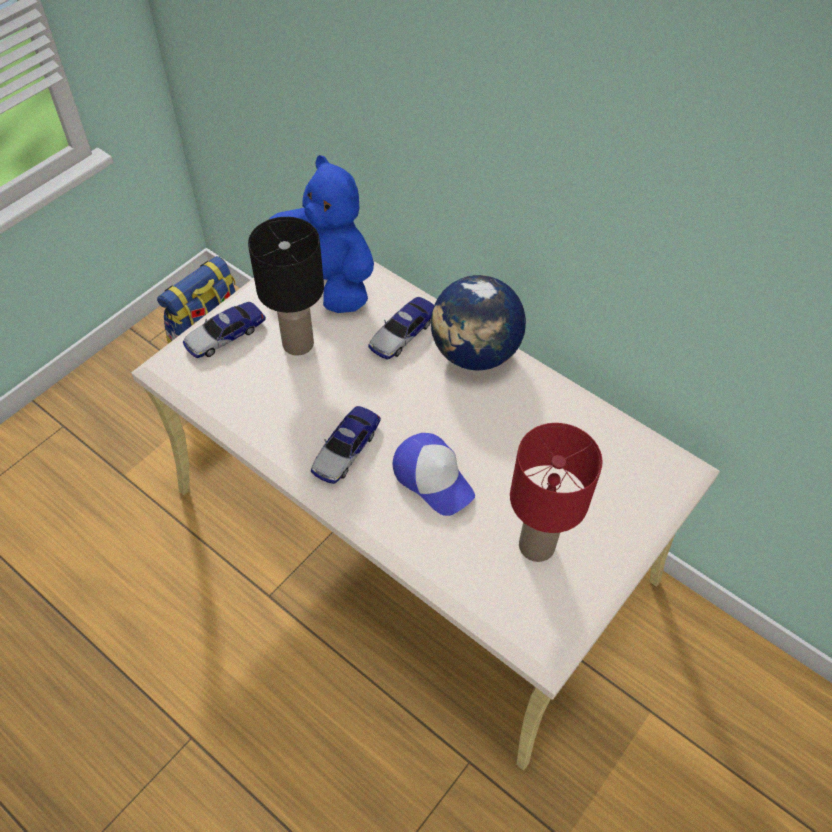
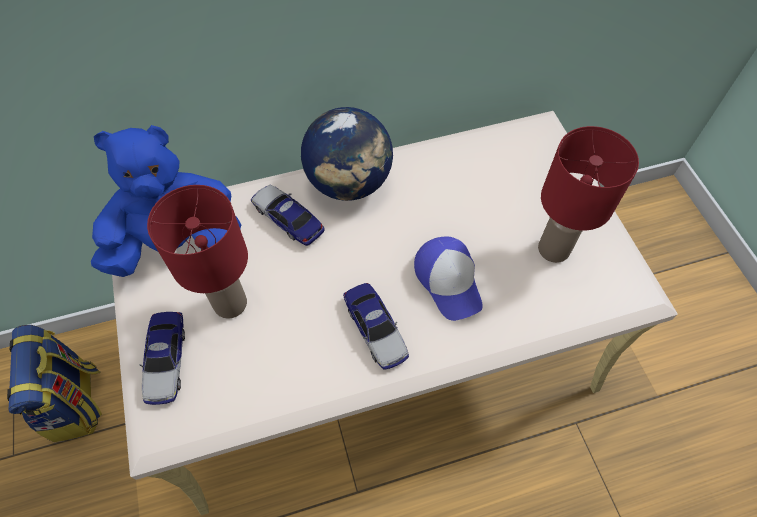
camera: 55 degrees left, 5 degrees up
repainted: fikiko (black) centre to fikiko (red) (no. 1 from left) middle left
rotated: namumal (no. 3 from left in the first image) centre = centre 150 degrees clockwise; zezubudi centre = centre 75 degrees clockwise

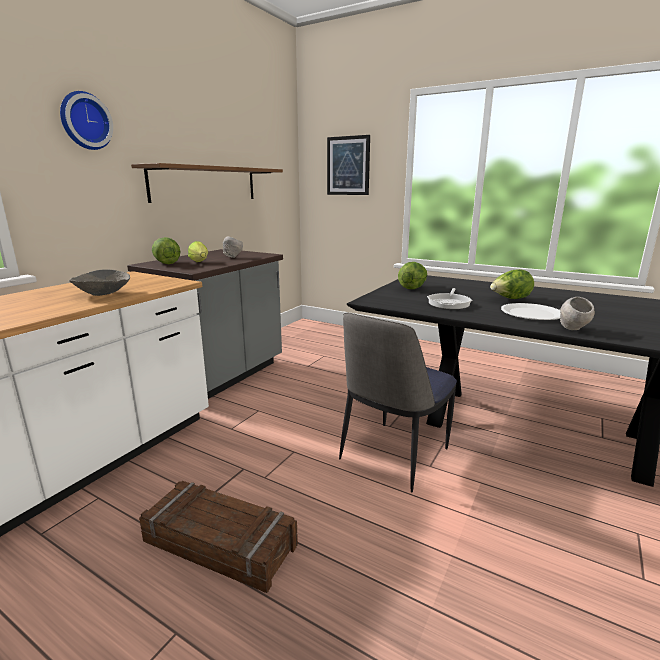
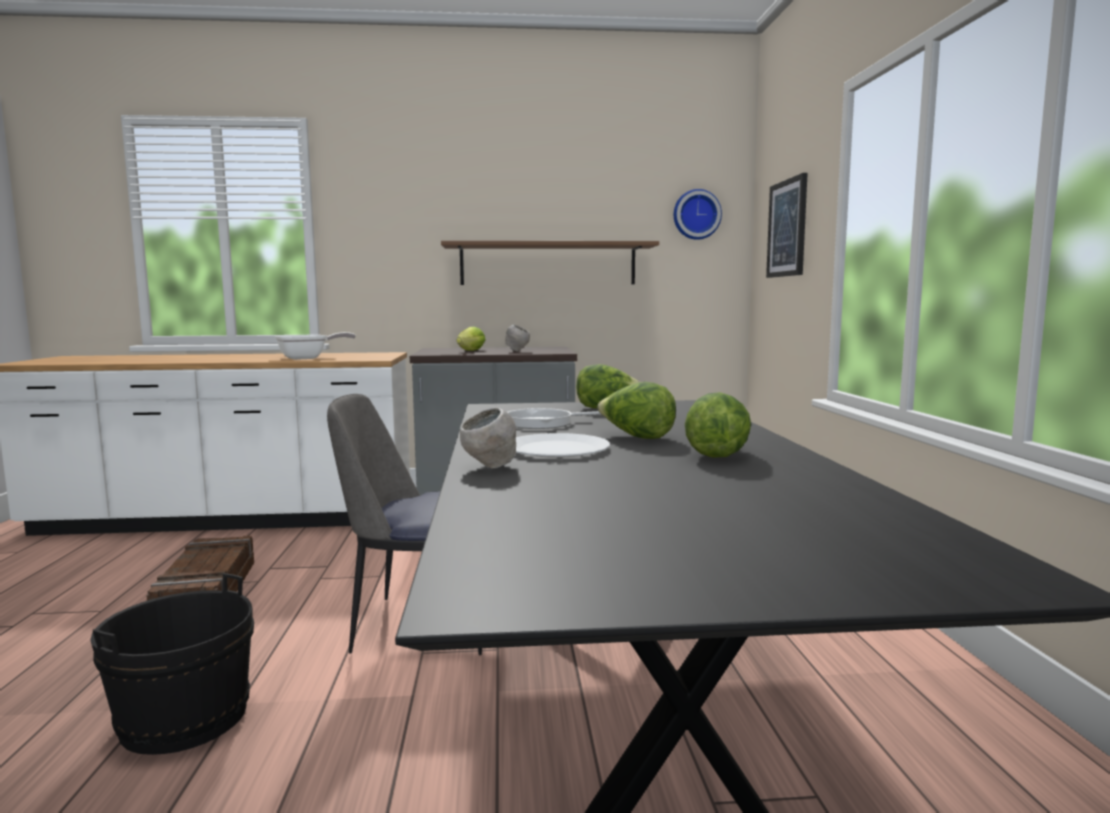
camera: 55 degrees right, 10 degrees down
new: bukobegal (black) bottom left
shifted: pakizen top left to top centre; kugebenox (no. 1 from left in the first image) middle left to kugebenox (no. 4 from left) centre
swapped: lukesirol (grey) (no. 1 from left) middle left to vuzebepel (no. 1 from left) middle left

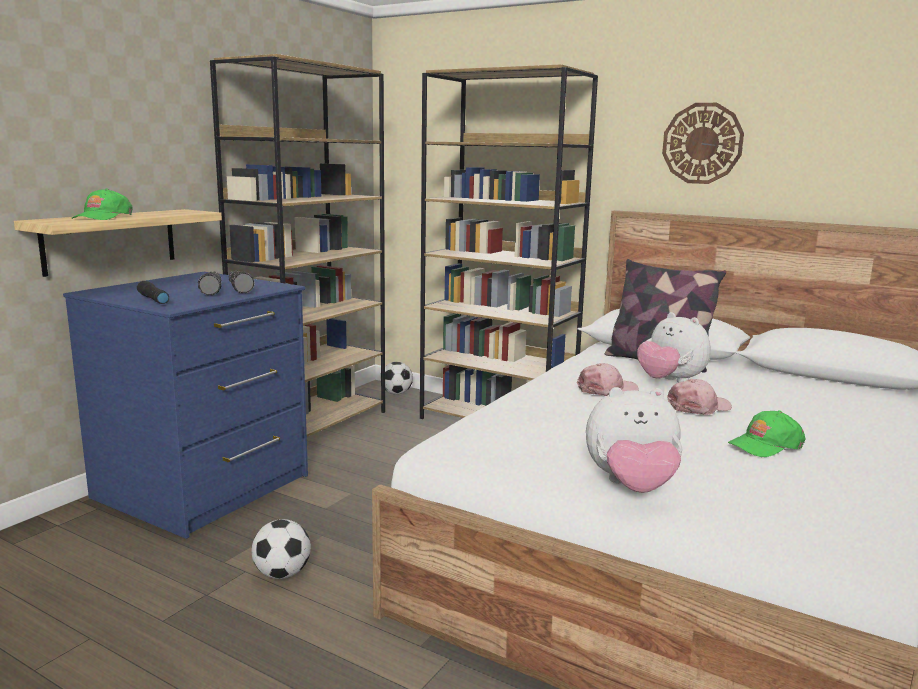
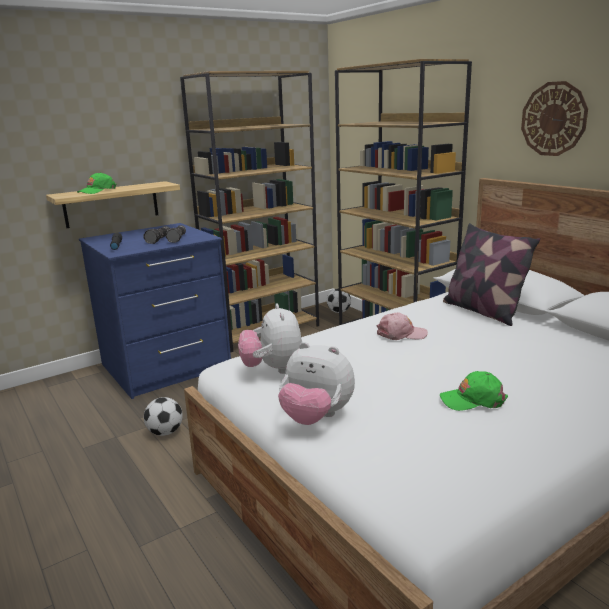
camera: 25 degrees right, 5 degrees up
gone: zezubudi (pink) (no. 2 from left) middle right
shifted: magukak (no. 2 from left in the first image) middle right to magukak (no. 1 from left) centre

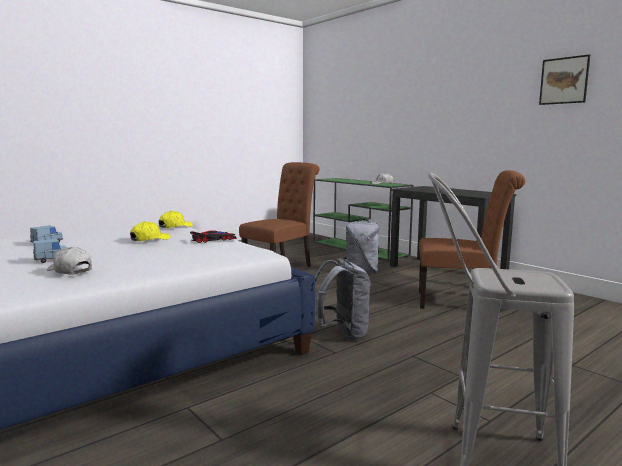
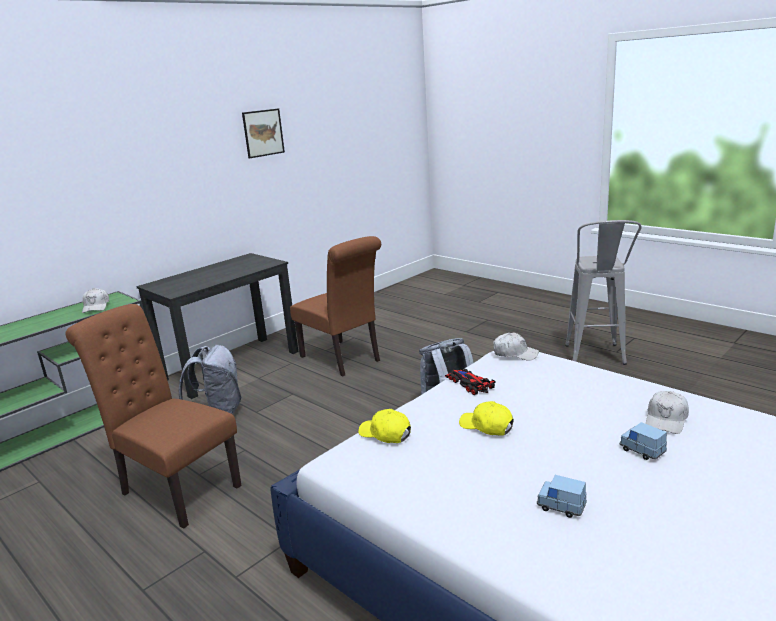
camera: 95 degrees left, 10 degrees up
new: zezubudi (white) (no. 2 from left) centre
rotated: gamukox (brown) (no. 2 from left) middle right = centre 135 degrees clockwise

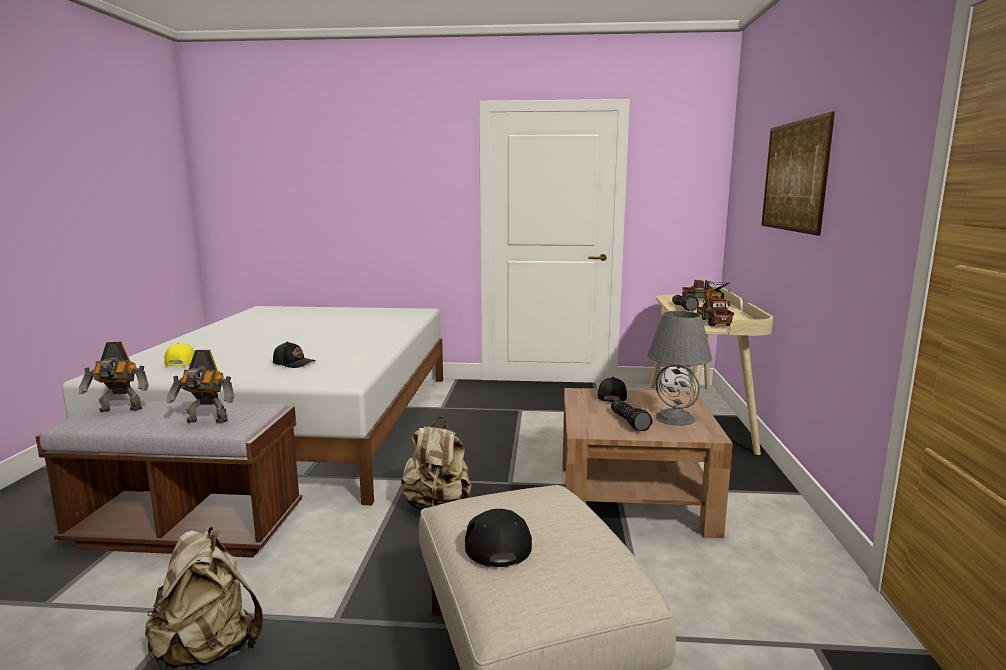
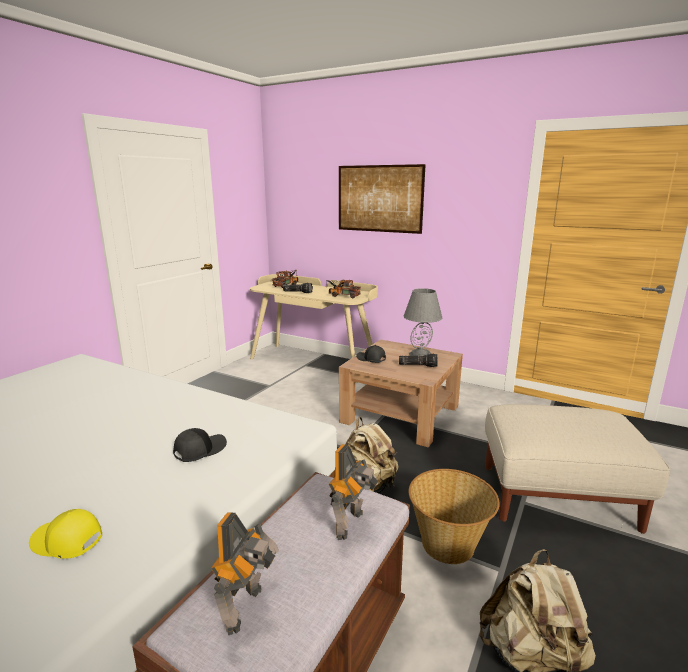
camera: 65 degrees left, 5 degrees up
gone: zezubudi (black) (no. 2 from left) bottom centre
new: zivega bottom centre

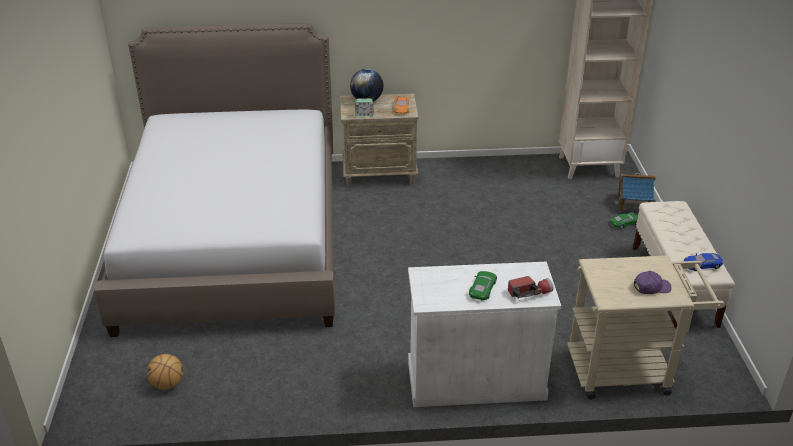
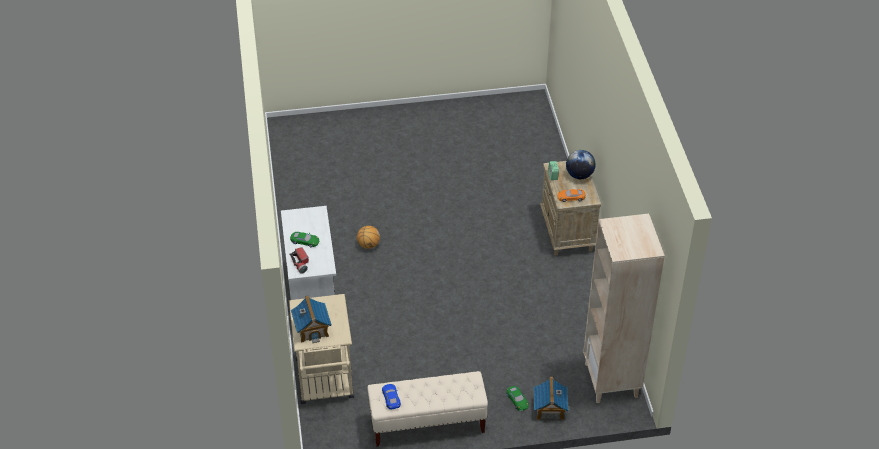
camera: 85 degrees right, 10 degrees up
gone: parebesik middle left
shifted: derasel bottom left to centre
swapped: zezubudi (purple) middle right to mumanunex (no. 1 from left) bottom centre

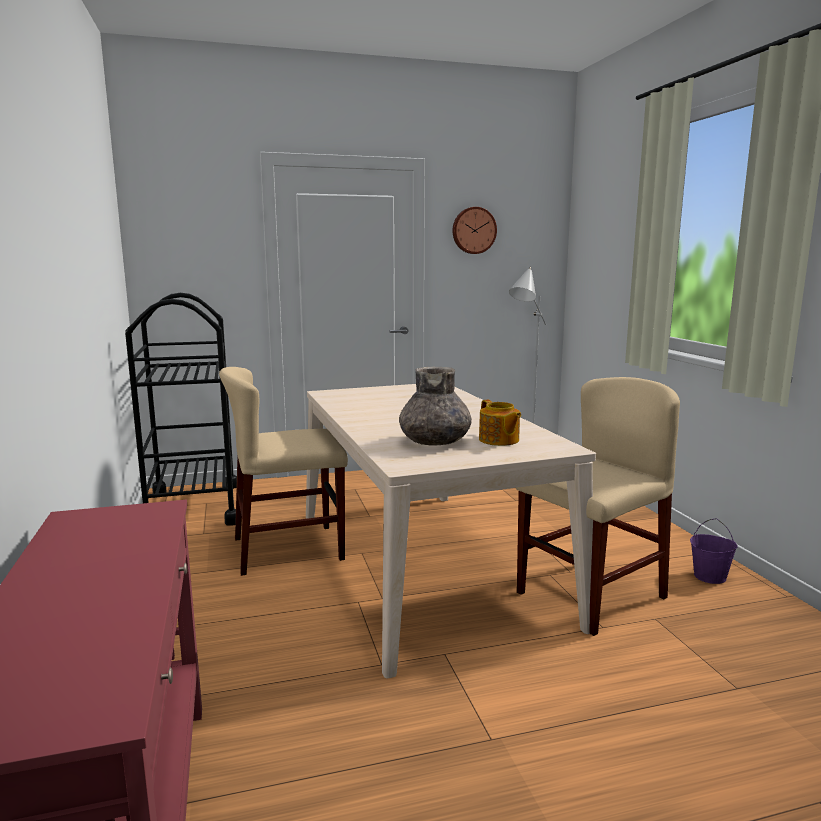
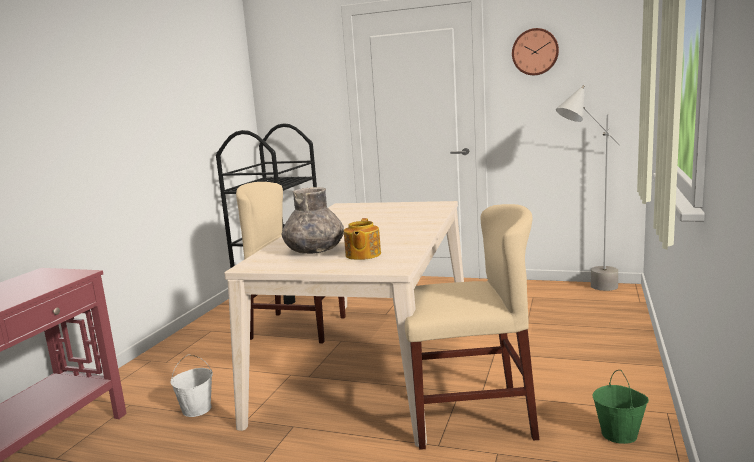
camera: 35 degrees right, 0 degrees up
new: bukobegal (white) bottom left
repainted: bukobegal (purple) bottom right to bukobegal (green) bottom right

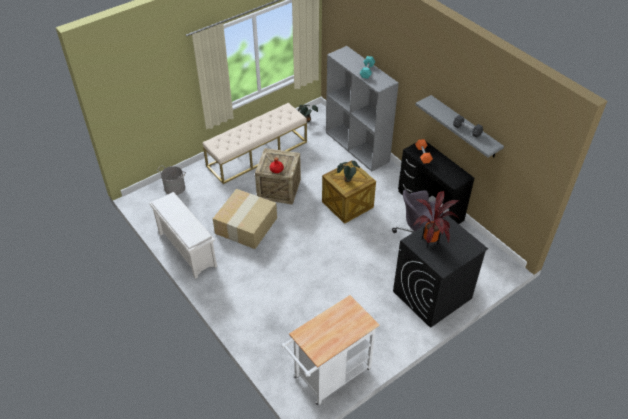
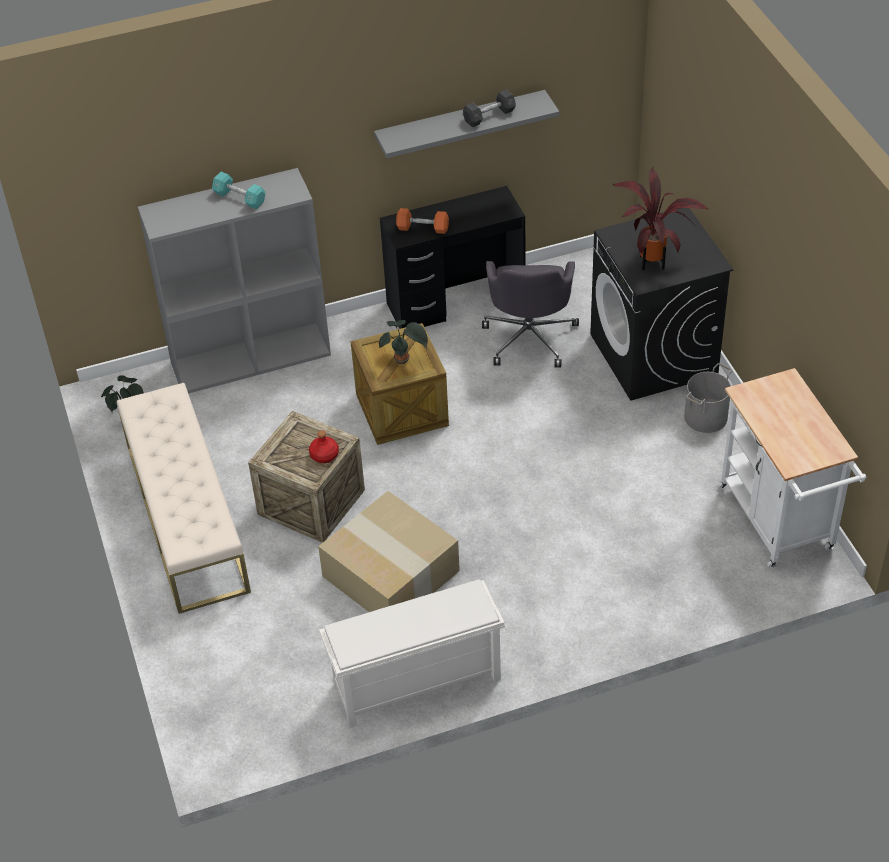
camera: 70 degrees left, 0 degrees up
shifted: bukobegal (grey) middle left to middle right

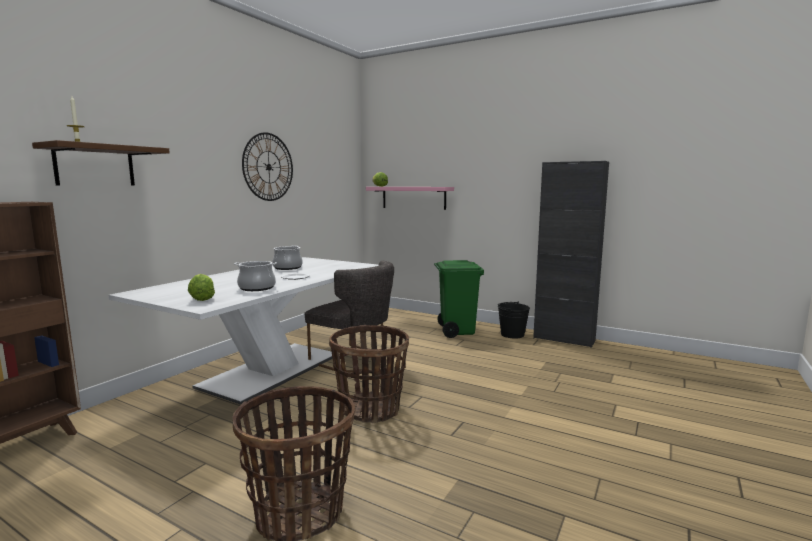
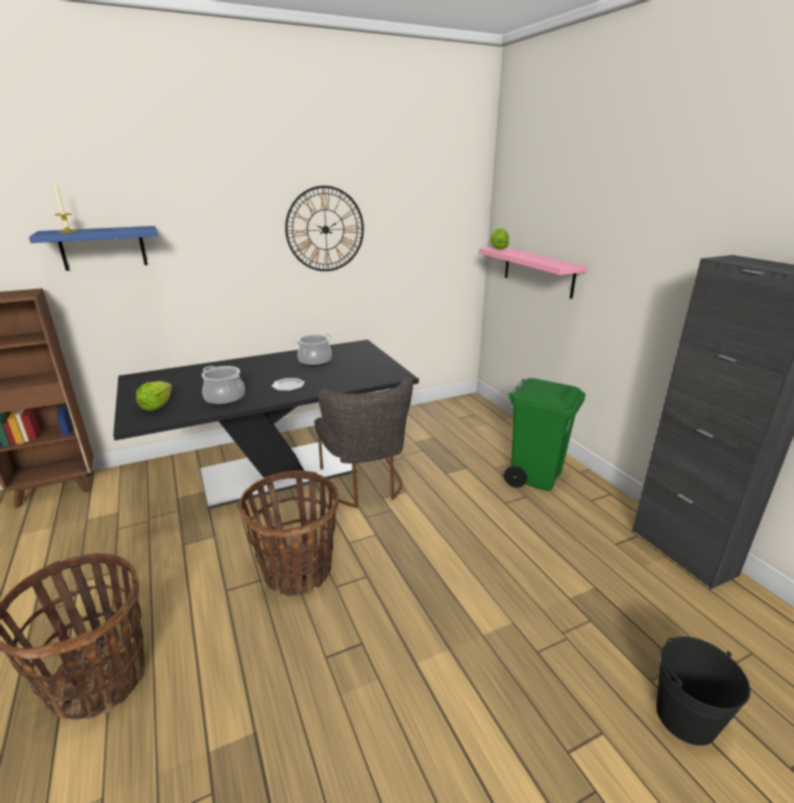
camera: 35 degrees right, 15 degrees up
shifted: bukobegal (black) centre to bottom right
repainted: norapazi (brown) top left to norapazi (blue) top left; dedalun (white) middle left to dedalun (black) centre

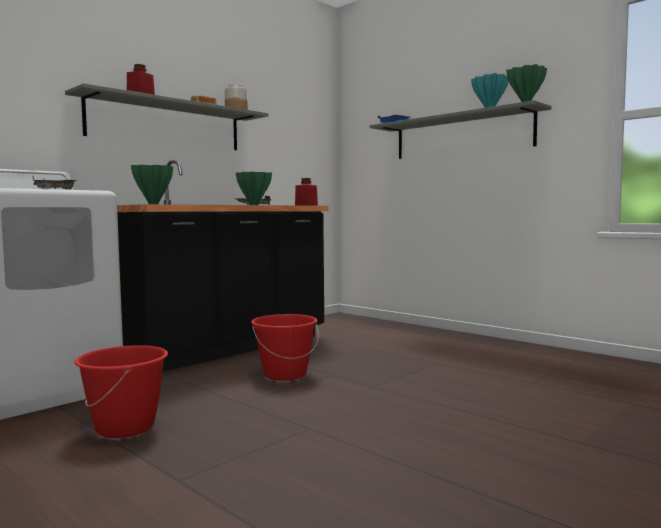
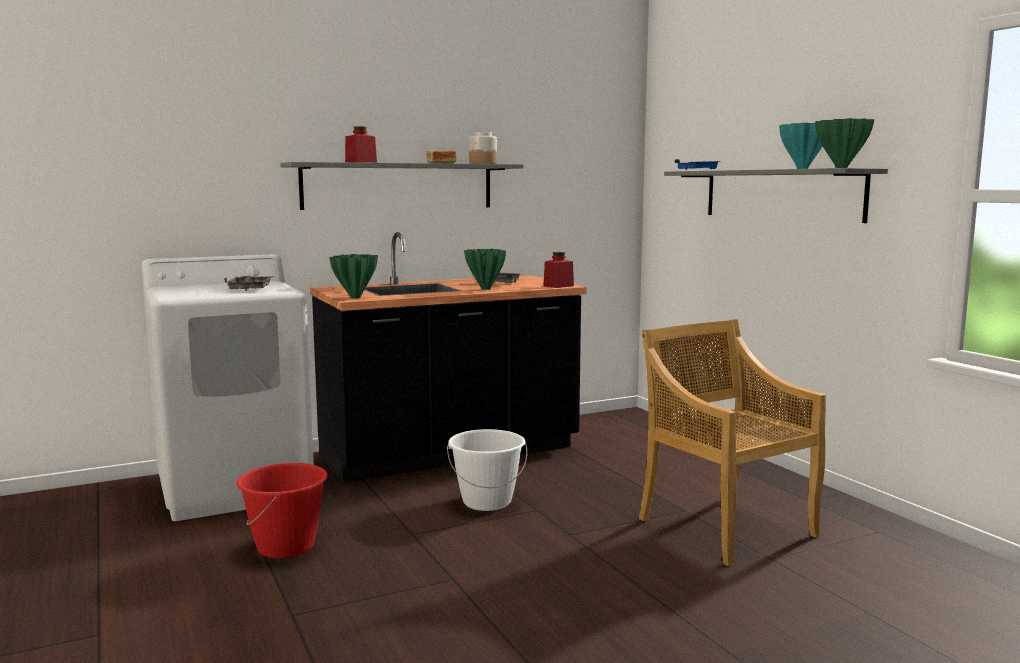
camera: 20 degrees right, 5 degrees up
new: gamukox (beige) bottom right
repainted: bukobegal (red) (no. 2 from left) centre to bukobegal (white) bottom centre

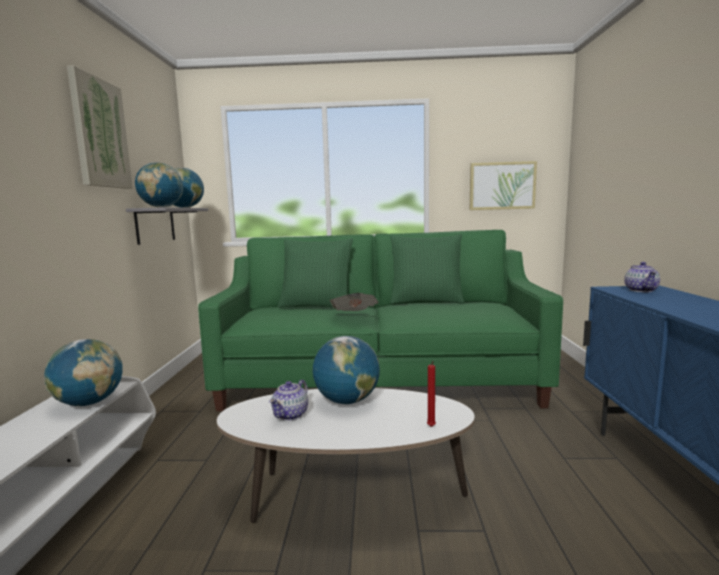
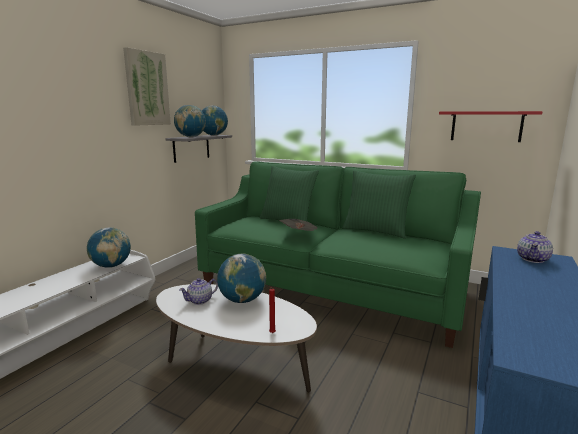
camera: 25 degrees right, 5 degrees up
swapped: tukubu (no. 2 from left) top right to norapazi (red) top right

